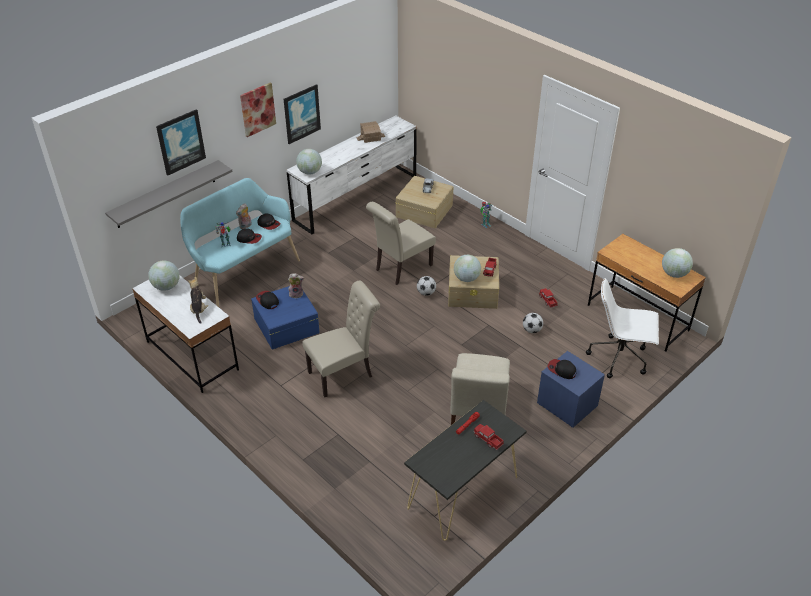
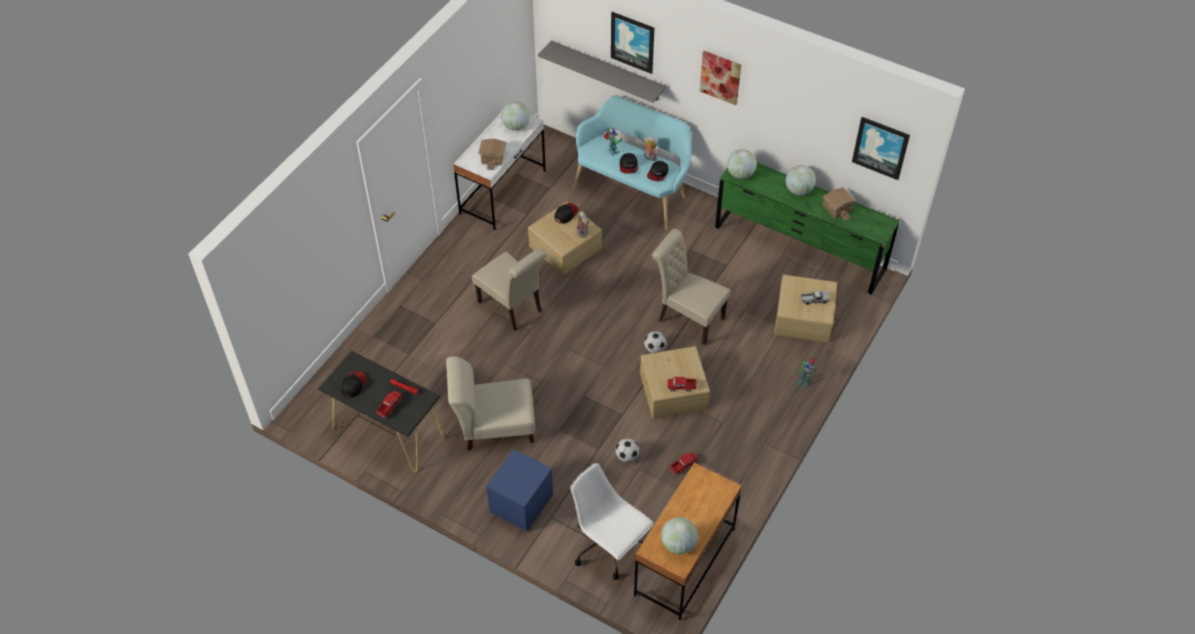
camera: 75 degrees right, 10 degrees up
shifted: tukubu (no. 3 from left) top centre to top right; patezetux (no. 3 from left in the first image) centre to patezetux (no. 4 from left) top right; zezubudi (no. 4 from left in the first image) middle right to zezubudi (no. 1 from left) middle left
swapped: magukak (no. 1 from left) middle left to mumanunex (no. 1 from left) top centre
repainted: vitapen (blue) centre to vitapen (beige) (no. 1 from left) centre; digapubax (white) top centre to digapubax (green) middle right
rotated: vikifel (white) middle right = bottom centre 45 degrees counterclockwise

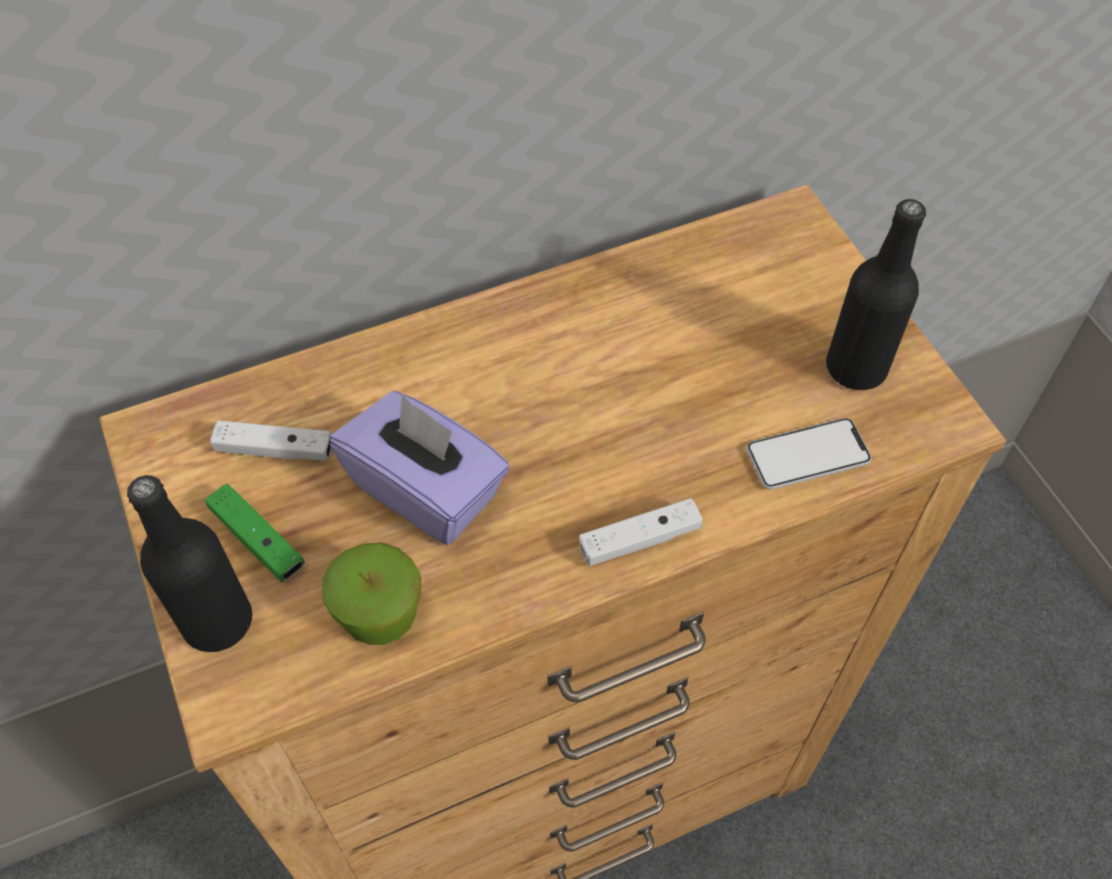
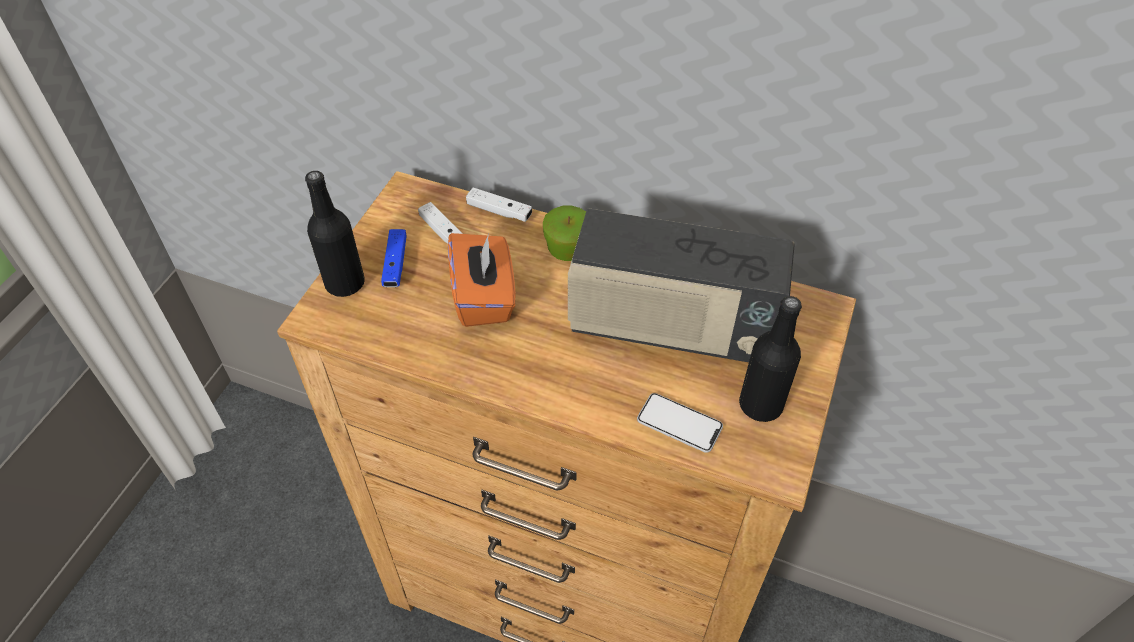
camera: 45 degrees right, 5 degrees down
new: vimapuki centre
shifted: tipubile bottom centre to centre; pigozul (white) (no. 2 from left) centre to top centre
repainted: pigozul (green) middle left to pigozul (blue) centre; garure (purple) centre to garure (orange) centre

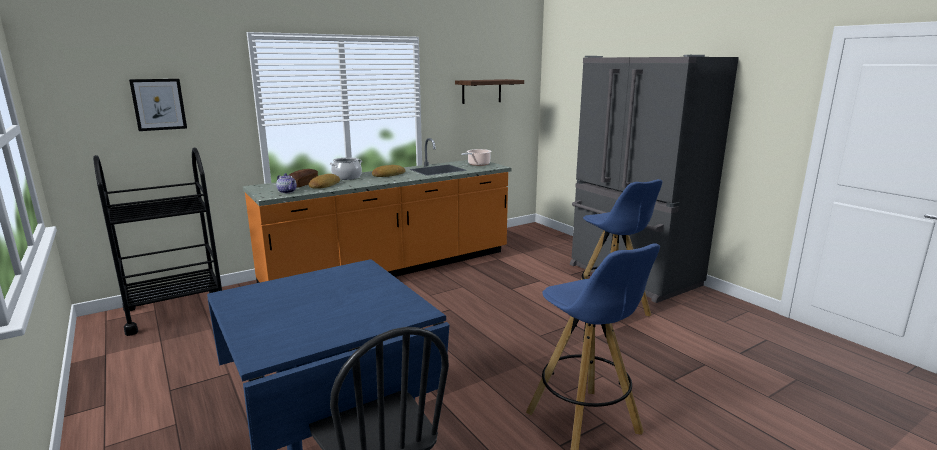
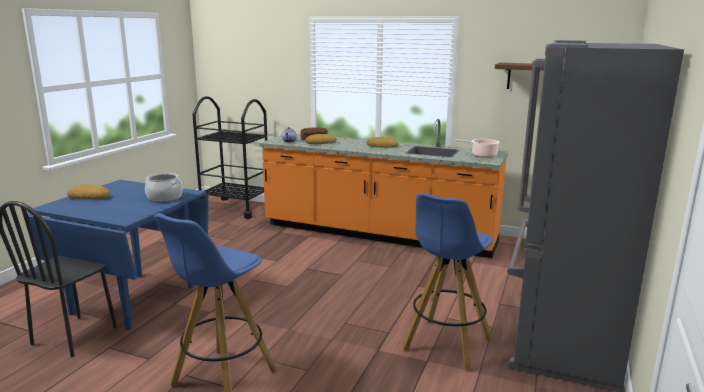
camera: 55 degrees right, 0 degrees up
gone: tukubu top left
new: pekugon (no. 1 from left) middle left
shifted: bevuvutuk (no. 1 from left) centre to middle left

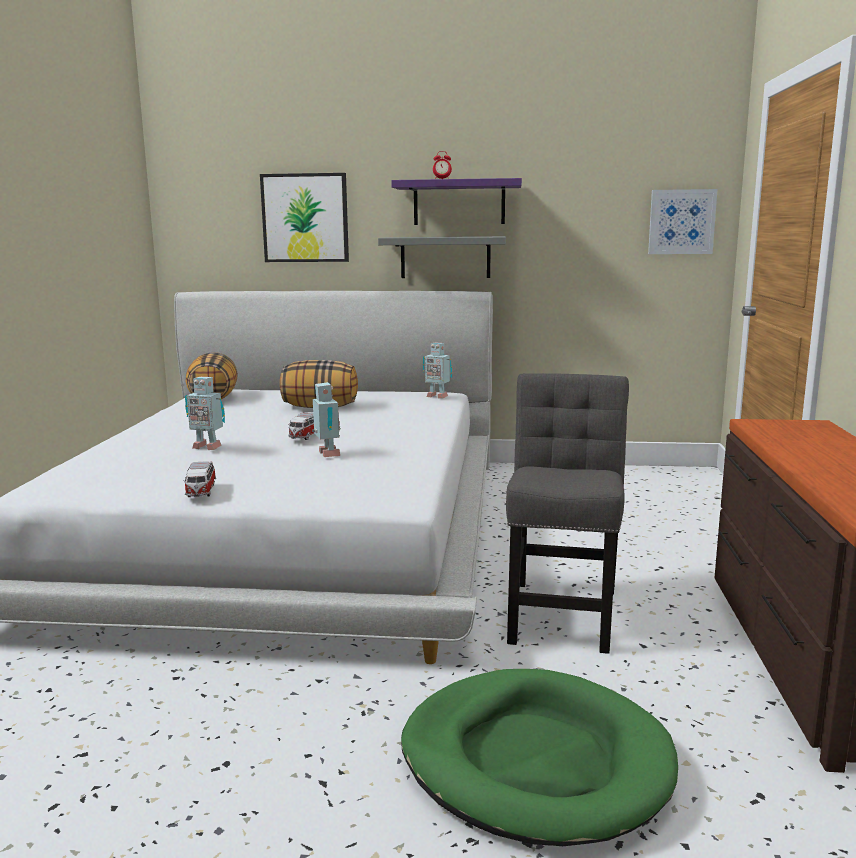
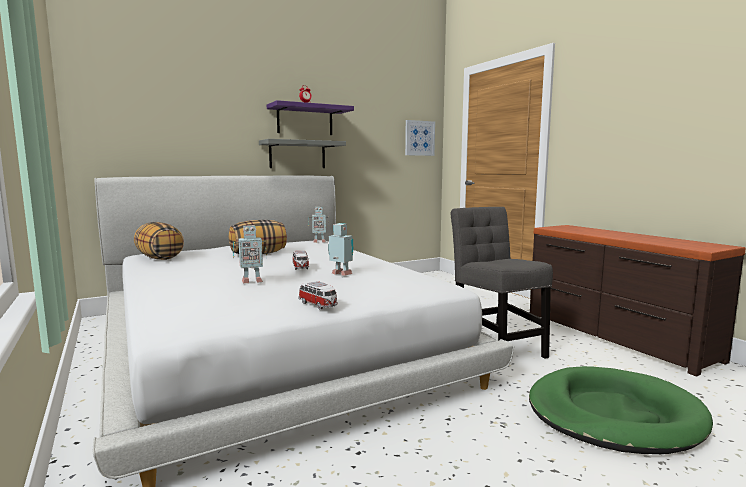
camera: 35 degrees left, 5 degrees down
gone: tukubu (no. 1 from left) top centre

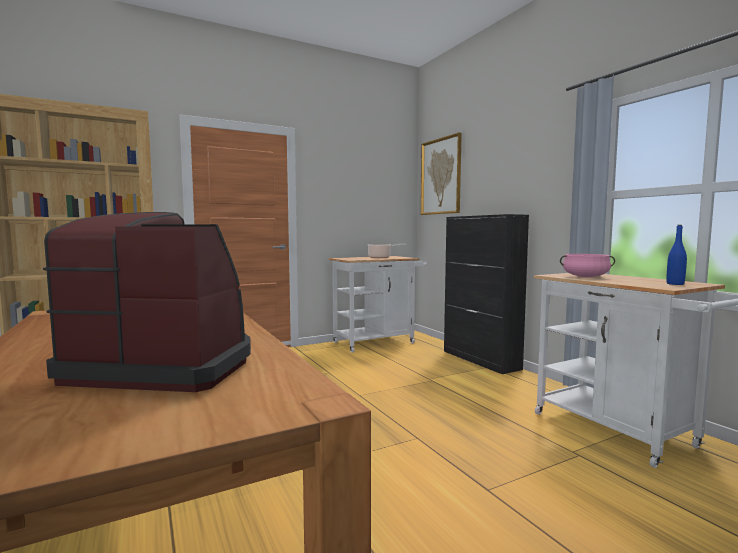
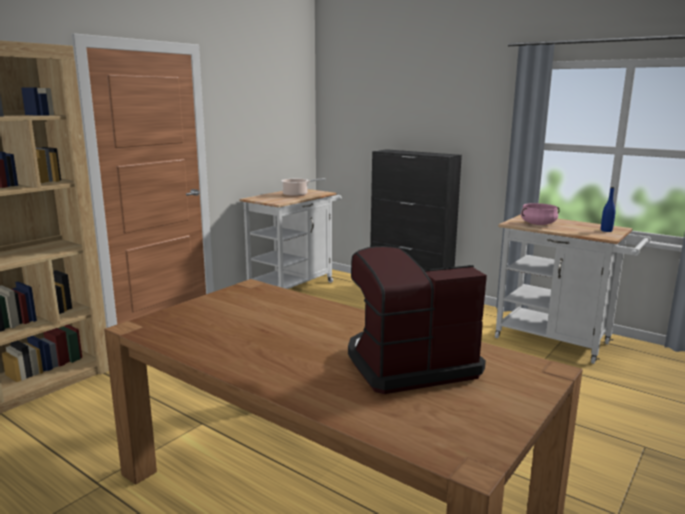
camera: 25 degrees left, 10 degrees up
gone: tukubu top centre

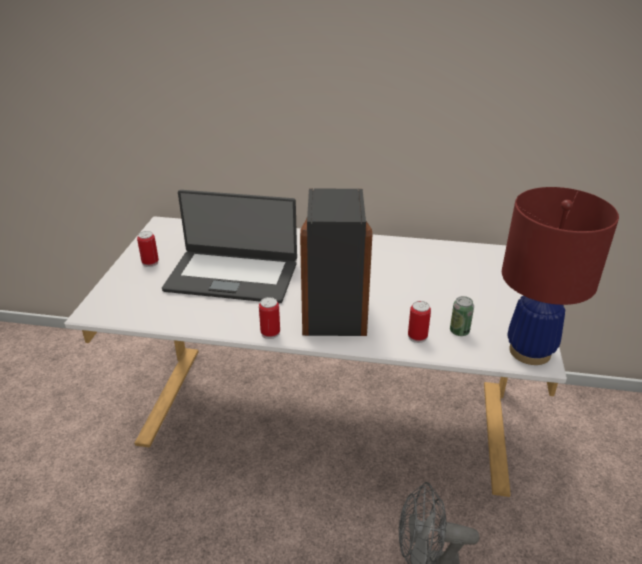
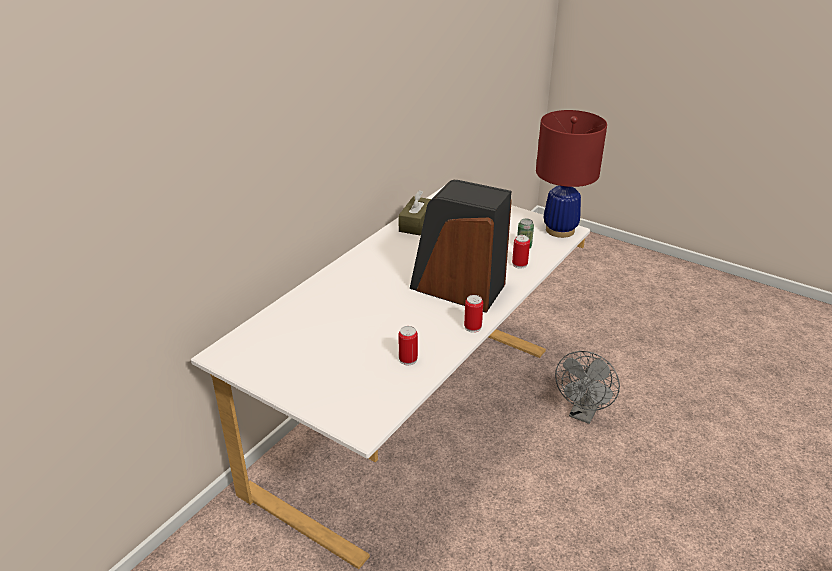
camera: 65 degrees left, 0 degrees up
gone: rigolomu centre
new: garure (brown) centre
shifted: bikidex (no. 1 from left) middle left to centre

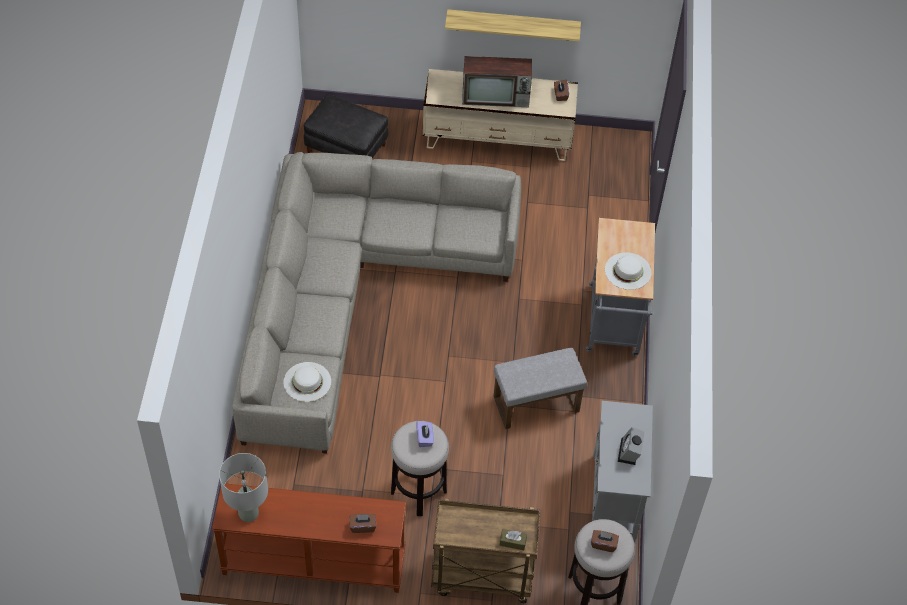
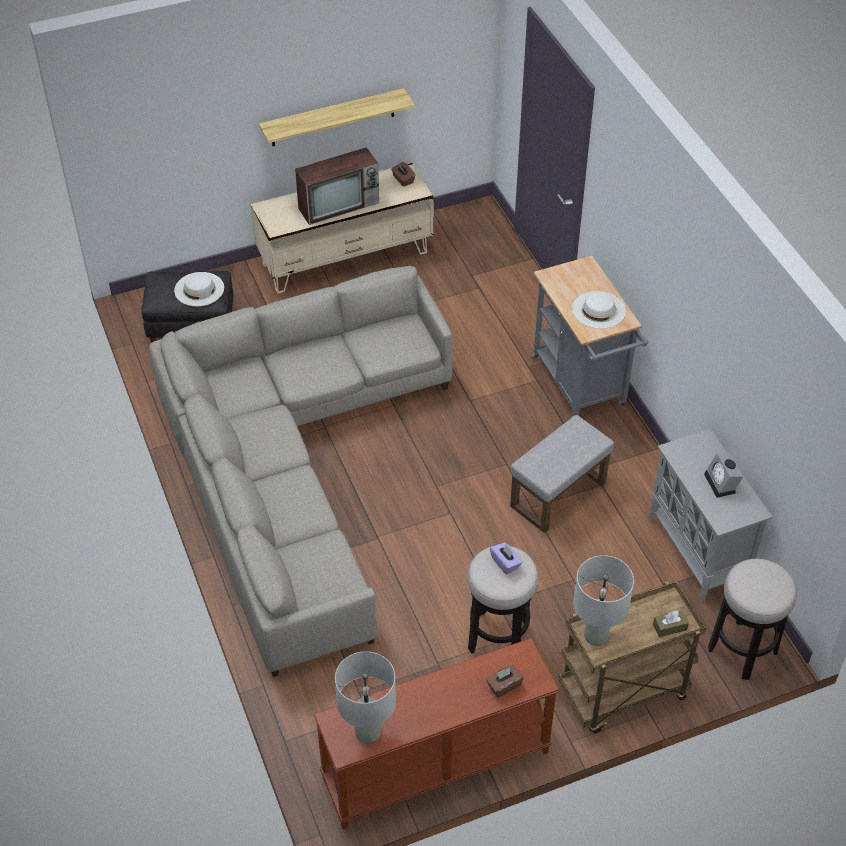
camera: 25 degrees left, 5 degrees down
gone: garure (brown) (no. 4 from left) bottom right
new: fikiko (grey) (no. 2 from left) bottom right
shifted: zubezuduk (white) (no. 1 from left) centre to middle left

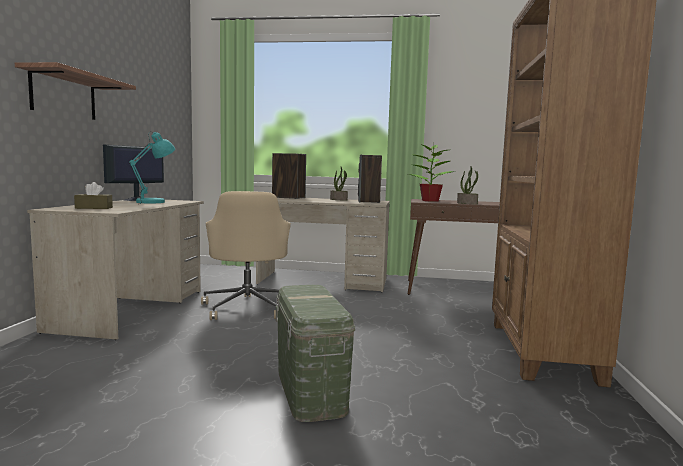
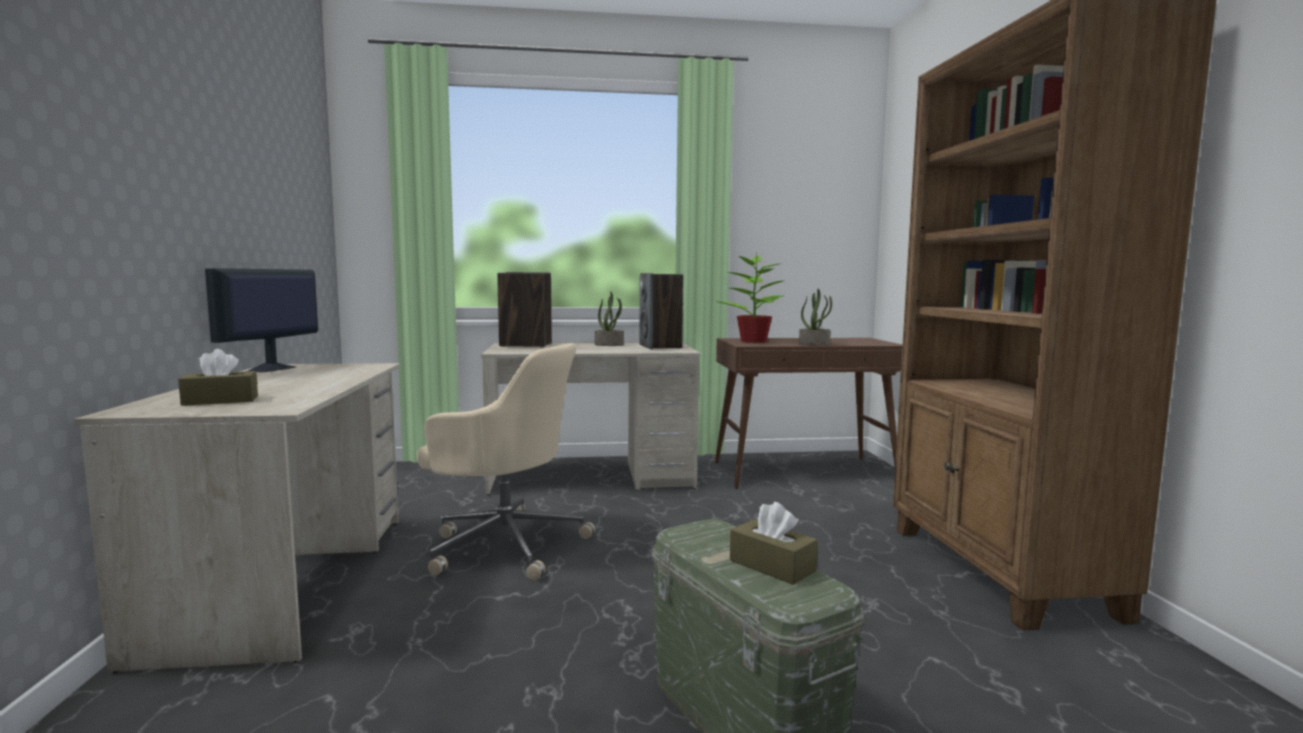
camera: 15 degrees left, 0 degrees up
gone: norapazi top left; fikiko (turquoise) middle left
new: garure (brown) (no. 2 from left) bottom centre
rotated: vikifel (beige) centre = centre 45 degrees counterclockwise

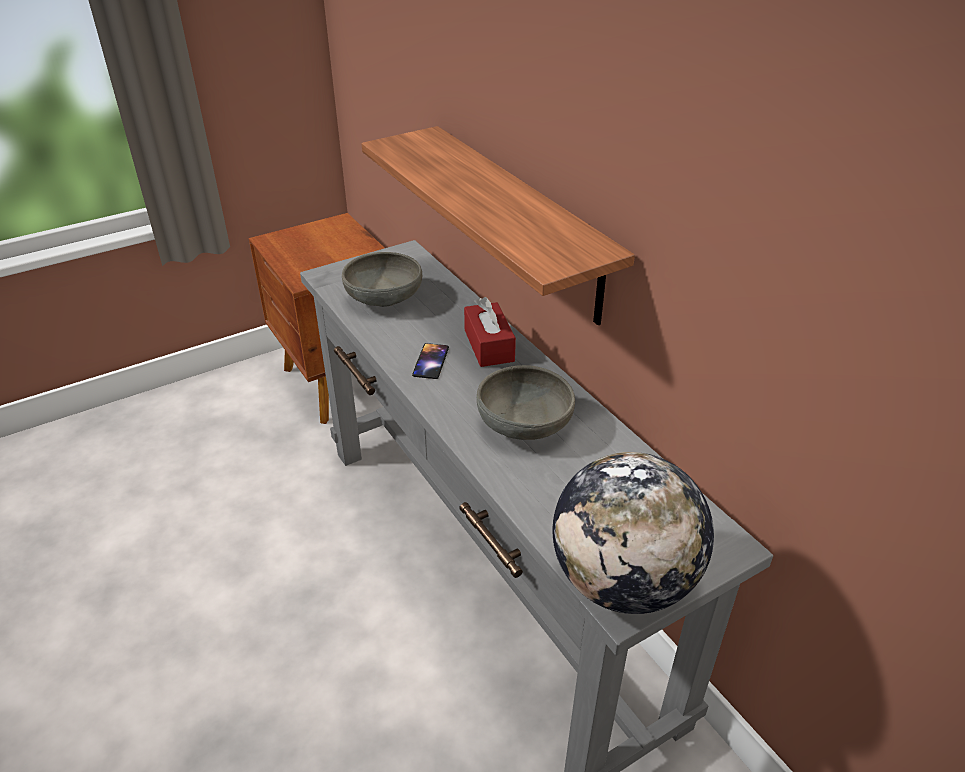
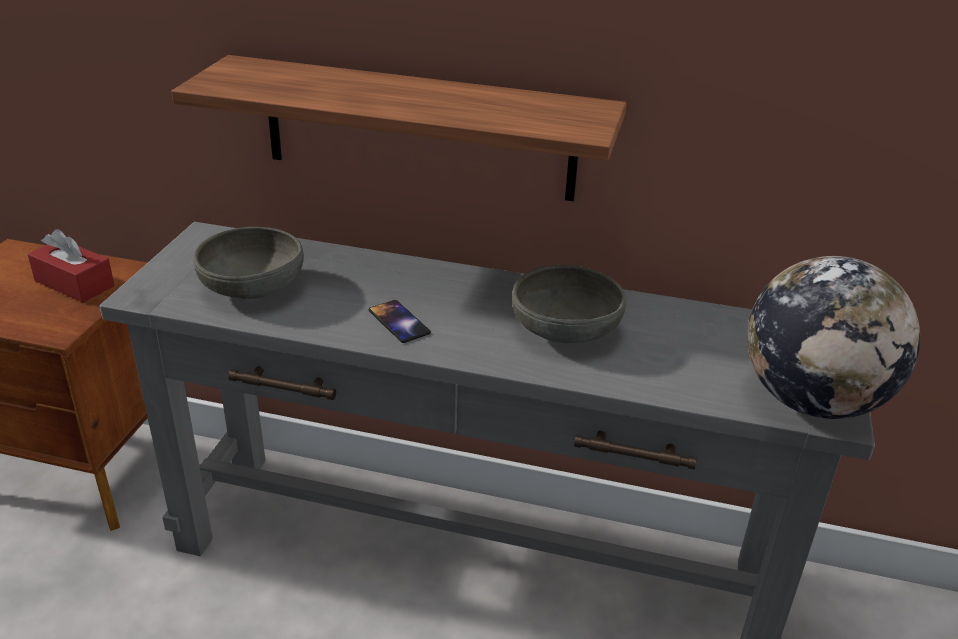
camera: 45 degrees left, 5 degrees down
shifted: garure (red) centre to middle left

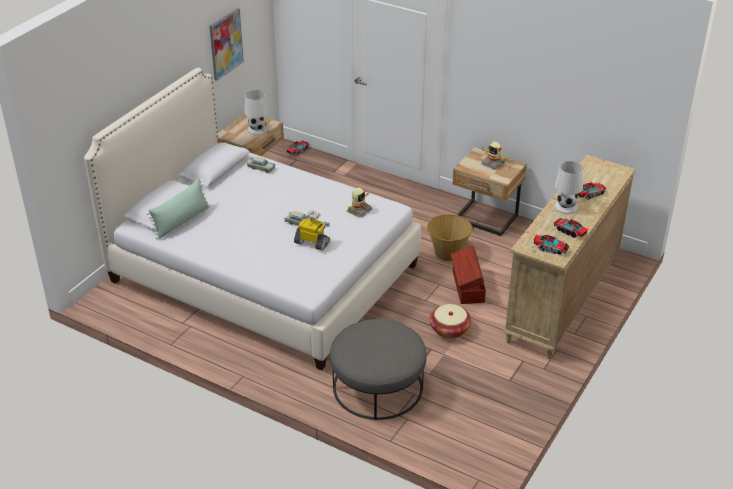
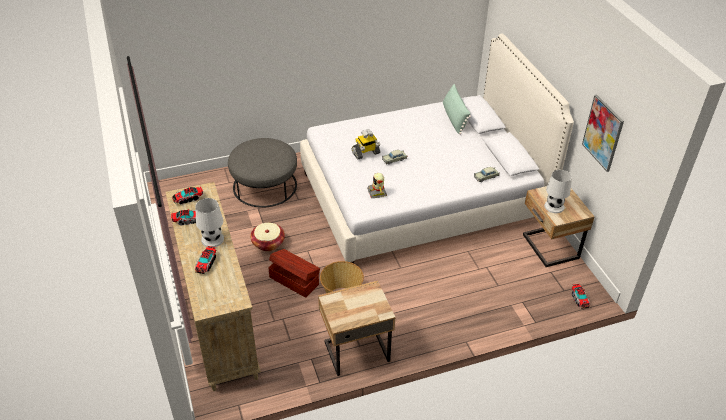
camera: 130 degrees right, 5 degrees up
gone: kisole (no. 3 from left) top right

